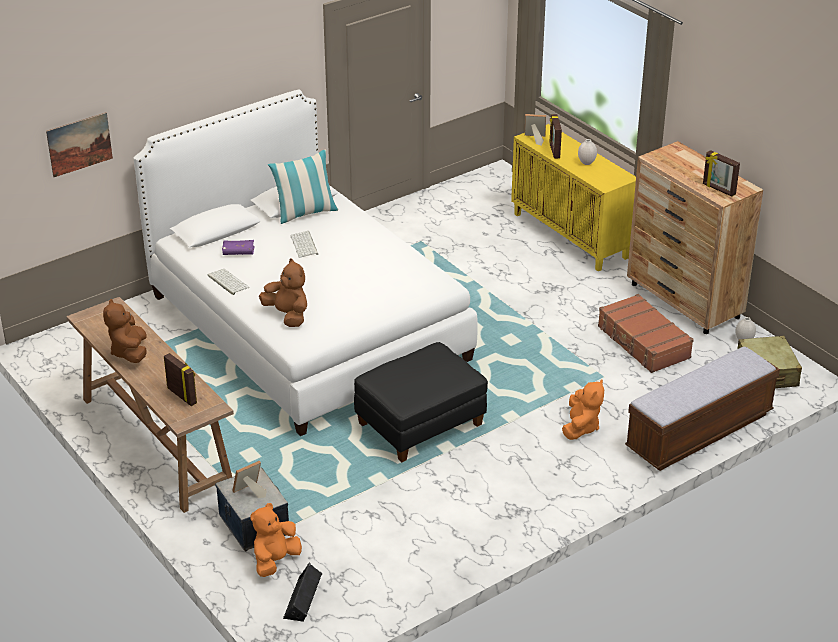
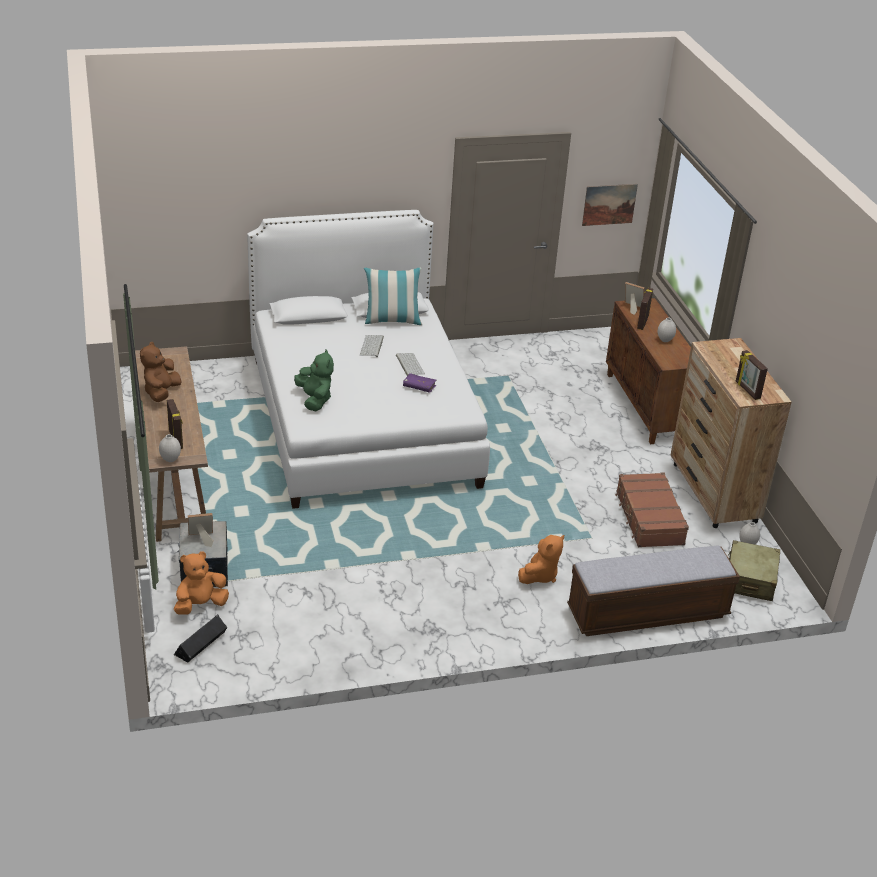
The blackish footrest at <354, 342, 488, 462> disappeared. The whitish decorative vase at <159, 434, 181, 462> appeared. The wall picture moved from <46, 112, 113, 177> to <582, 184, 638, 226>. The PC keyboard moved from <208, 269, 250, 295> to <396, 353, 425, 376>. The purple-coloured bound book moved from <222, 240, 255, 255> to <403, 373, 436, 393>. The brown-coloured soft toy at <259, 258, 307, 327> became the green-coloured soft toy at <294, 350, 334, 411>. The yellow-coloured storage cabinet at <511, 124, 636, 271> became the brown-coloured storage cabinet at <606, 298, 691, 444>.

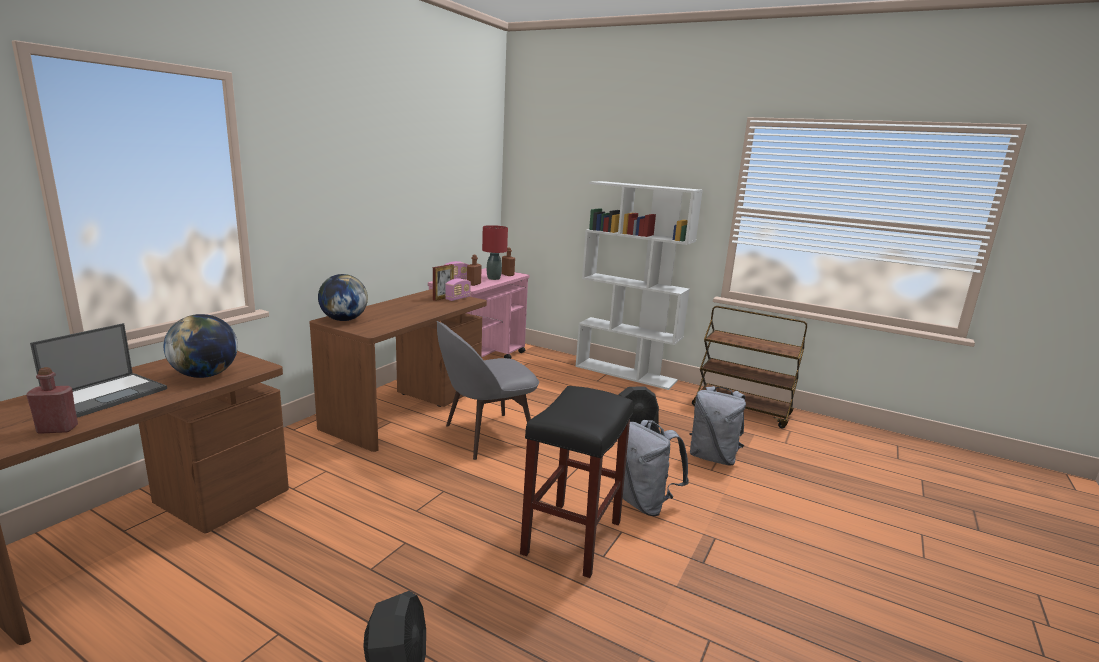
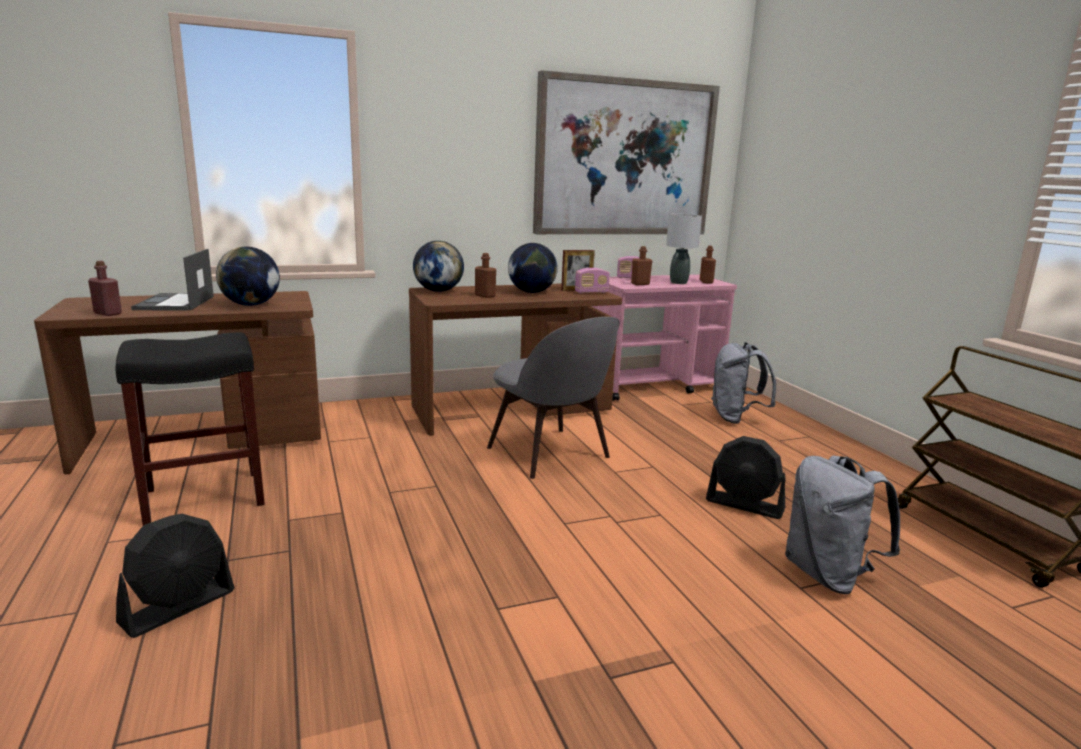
The whitish shelving unit at <575, 181, 703, 390> disappeared. The brown-coloured beverage bottle at <475, 253, 496, 298> appeared. The world globe at <508, 243, 558, 293> appeared. The wall picture at <533, 70, 720, 234> appeared. The blackish stool moved from <520, 386, 633, 578> to <116, 332, 265, 525>. The greyish knapsack moved from <623, 420, 689, 516> to <711, 342, 776, 424>. The red-coloured table lamp at <482, 225, 508, 280> became the greyish table lamp at <666, 214, 702, 284>. The notebook computer at <30, 323, 167, 417> turned 105 degrees clockwise. The greyish upright chair at <436, 321, 539, 460> turned 135 degrees counterclockwise.

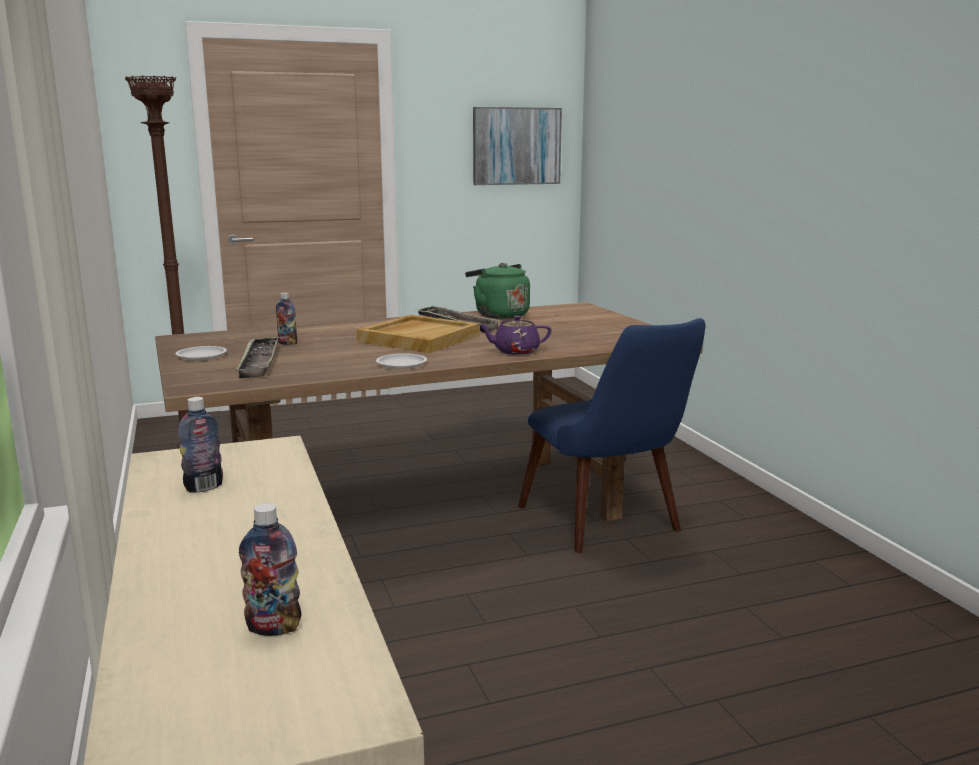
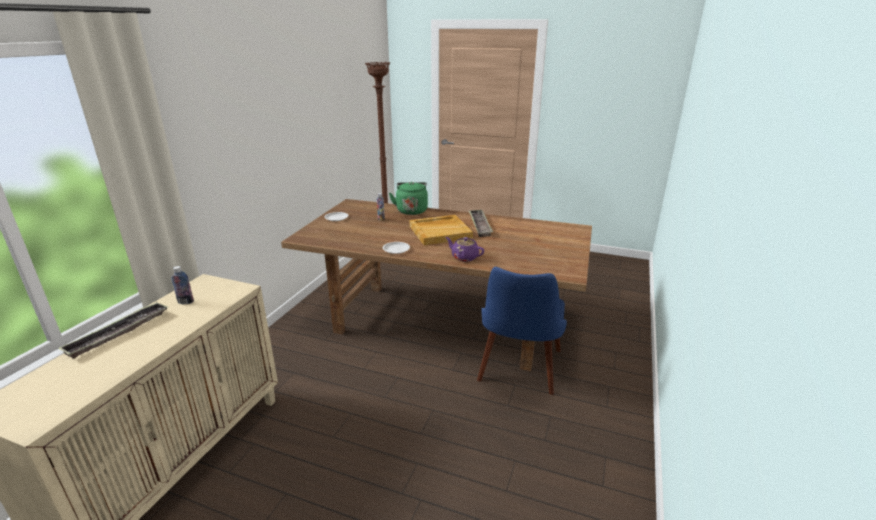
The beverage bottle at <239, 503, 301, 636> disappeared. The wall picture at <473, 107, 562, 185> disappeared. The serving tray moved from <236, 337, 279, 378> to <58, 302, 169, 359>. The green-coloured kettle moved from <465, 263, 530, 319> to <389, 182, 428, 215>.

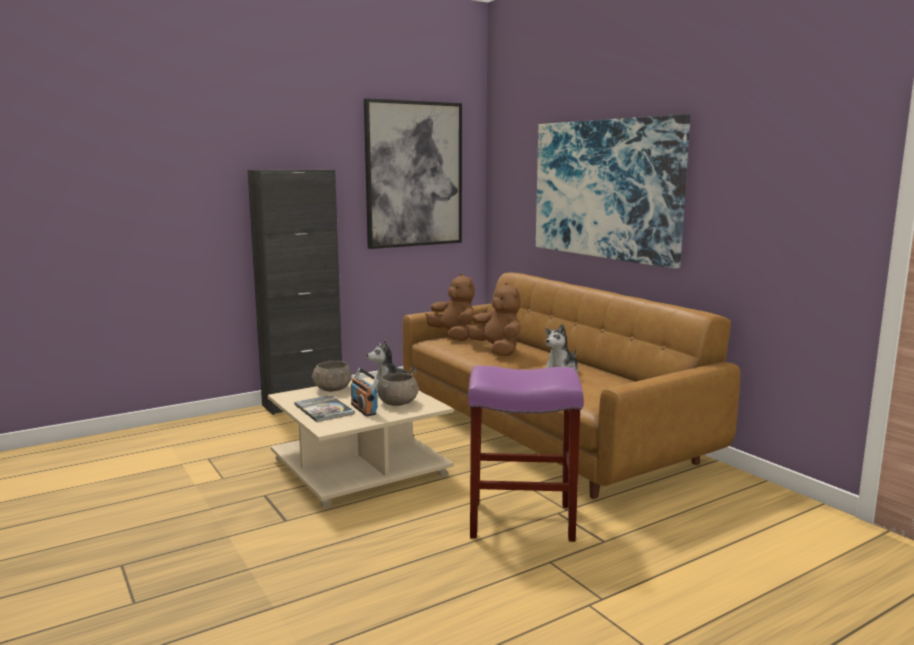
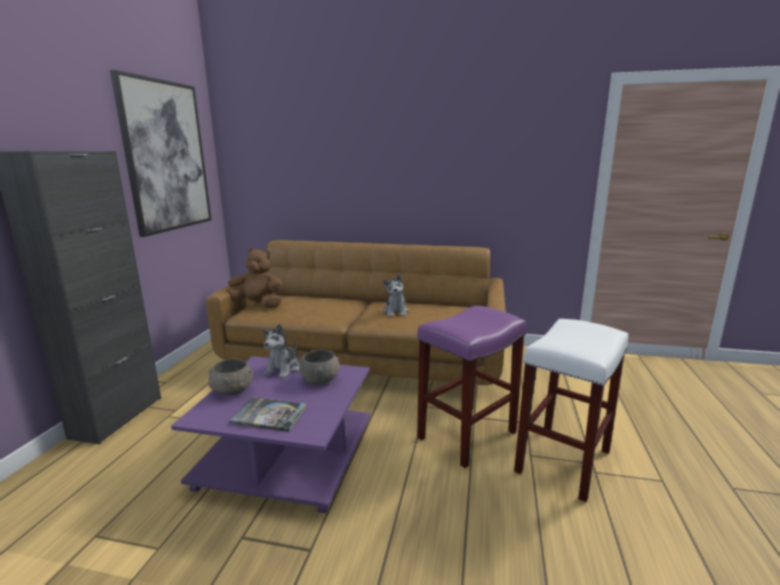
The radio set at <351, 368, 379, 416> disappeared. The brown-coloured soft toy at <466, 283, 521, 356> disappeared. The wall picture at <536, 114, 690, 269> disappeared. The whitish stool at <514, 319, 628, 502> appeared. The beige-coloured coffee table at <268, 376, 453, 509> became the purple-coloured coffee table at <171, 356, 371, 513>.

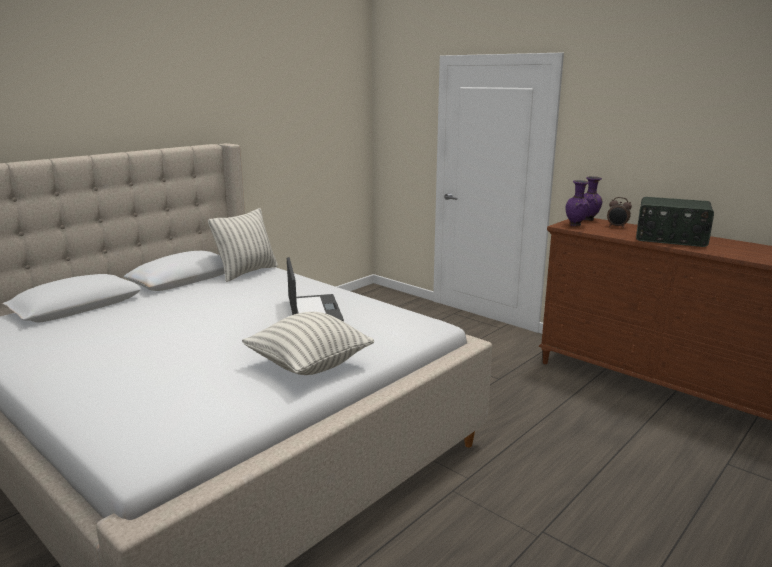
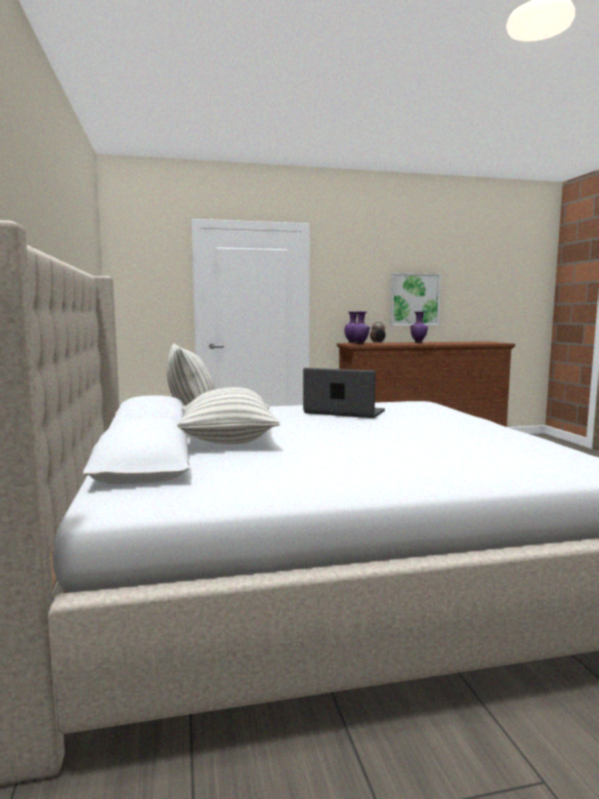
The wall picture at <390, 273, 441, 326> appeared. The throw pillow moved from <242, 312, 374, 375> to <178, 387, 280, 444>. The radio set at <636, 197, 714, 247> was replaced by the purple-coloured decorative vase at <410, 311, 428, 344>.

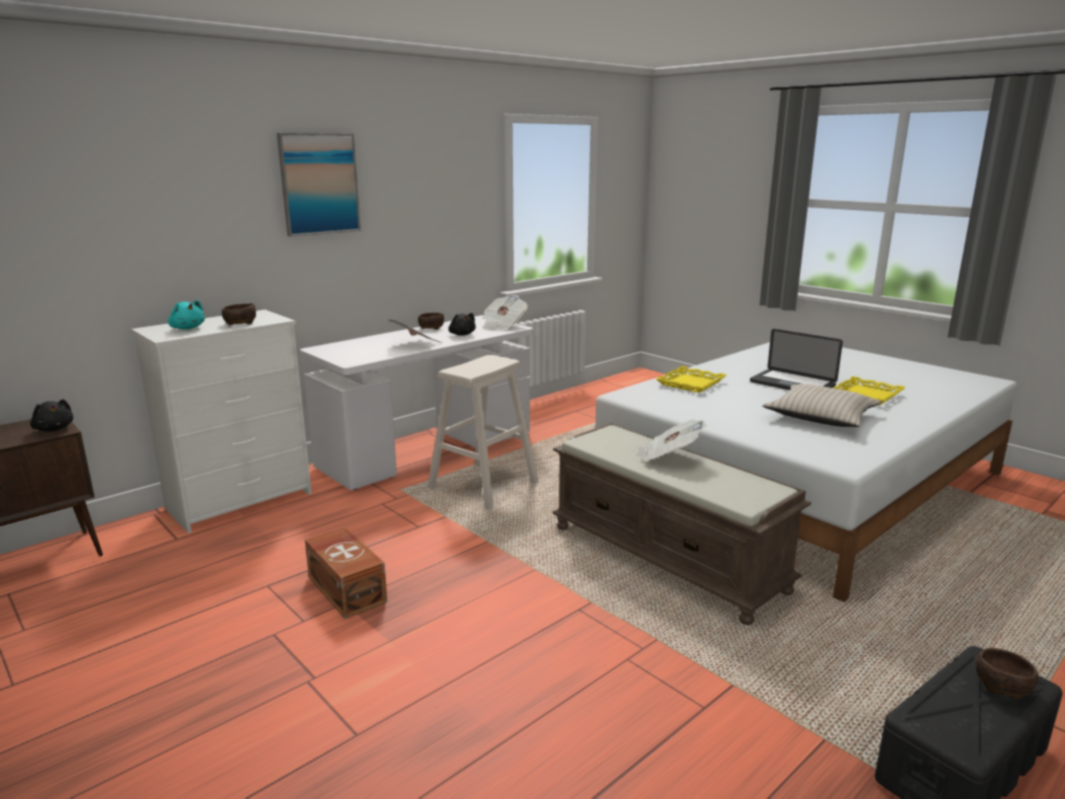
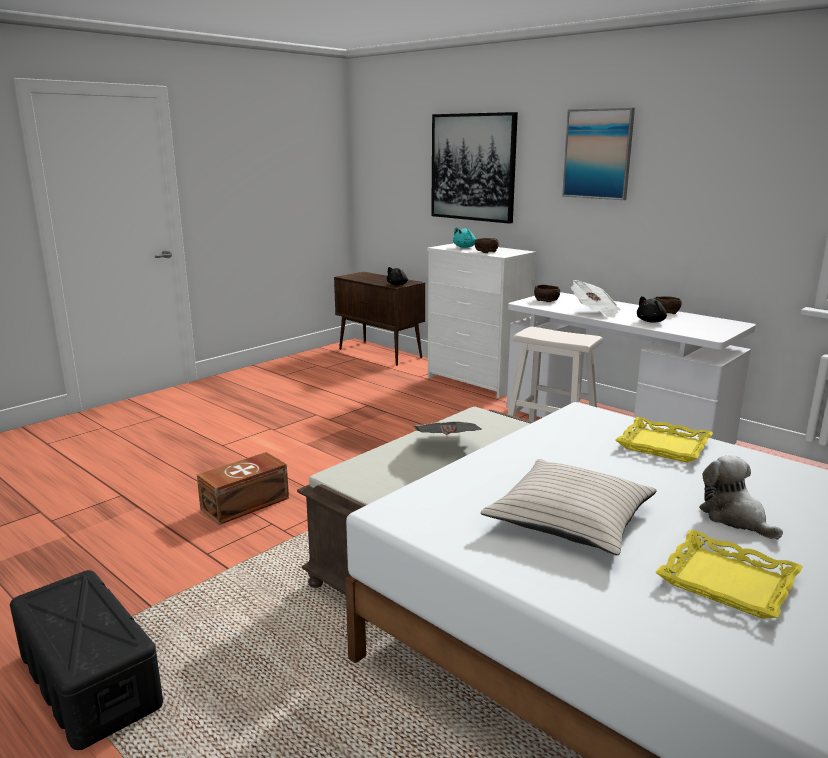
The newspaper at <482, 295, 528, 331> disappeared. The wall picture at <431, 112, 518, 224> appeared. The brown-coloured storage box moved from <305, 527, 387, 619> to <197, 452, 289, 525>. The brown-coloured serving bowl moved from <976, 648, 1038, 700> to <534, 284, 560, 302>. The notebook computer at <750, 329, 843, 390> was replaced by the soft toy at <699, 455, 783, 540>.

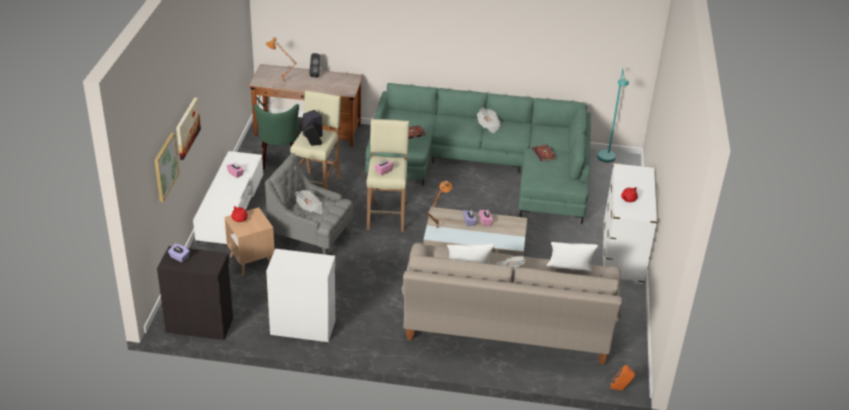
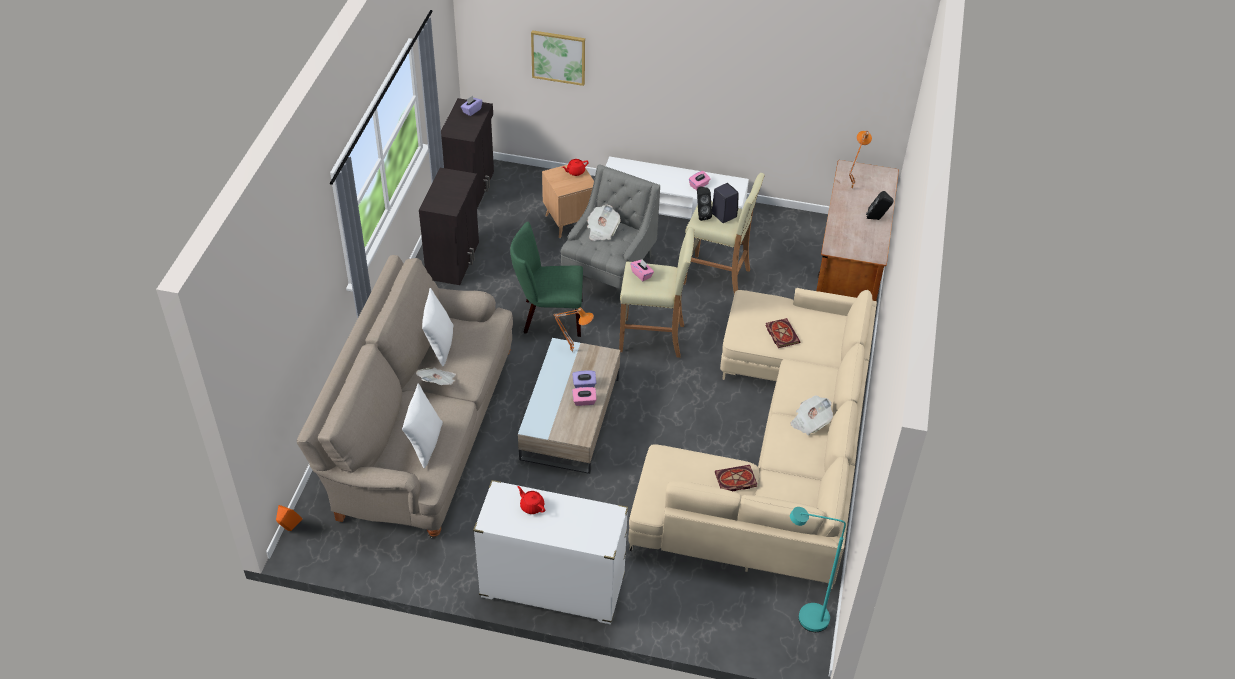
The wall picture at <176, 97, 201, 160> disappeared. The green-coloured upright chair moved from <254, 104, 299, 170> to <510, 222, 583, 337>. The whitish storage cabinet at <266, 249, 335, 342> became the blackish storage cabinet at <419, 168, 479, 285>. The green-coloured sofa at <365, 83, 591, 224> became the beige-coloured sofa at <628, 288, 877, 589>.

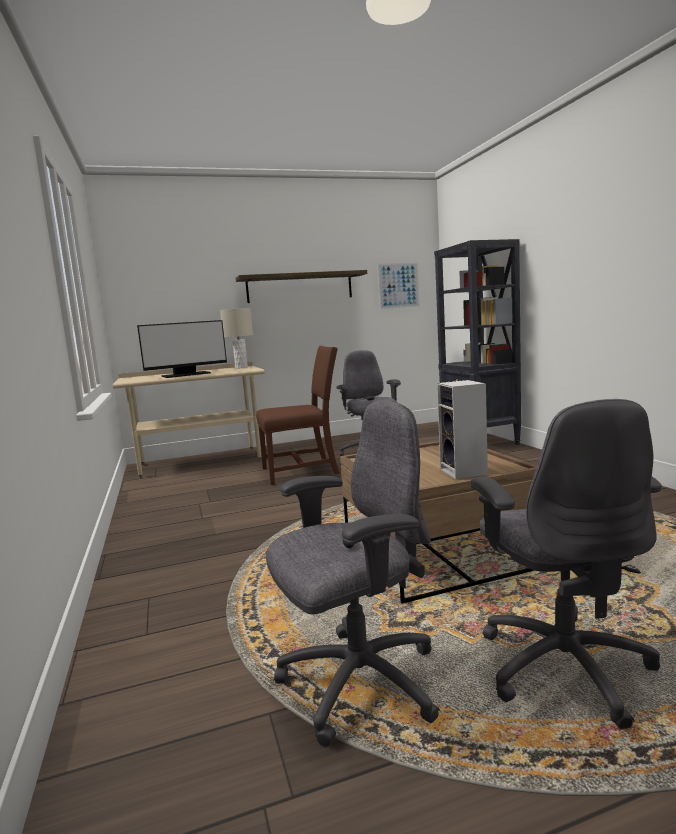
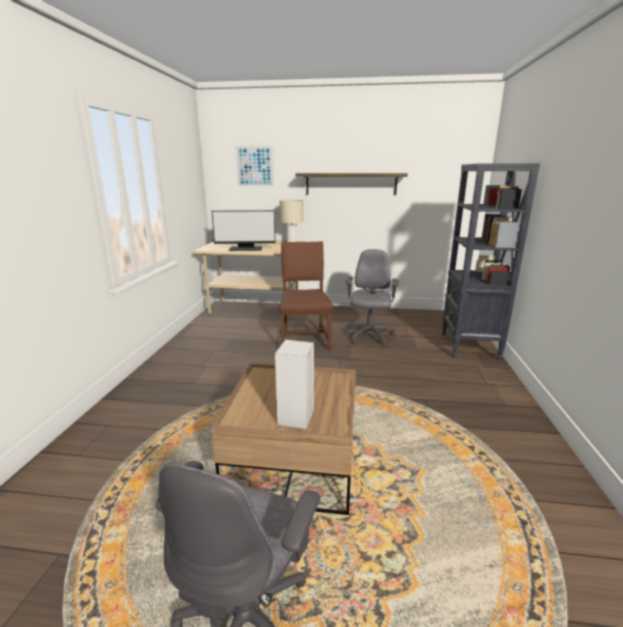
The greyish computer chair at <266, 400, 440, 747> disappeared. The wall picture moved from <378, 262, 420, 309> to <235, 146, 274, 187>. The brown-coloured upright chair at <256, 346, 339, 485> turned 105 degrees counterclockwise.

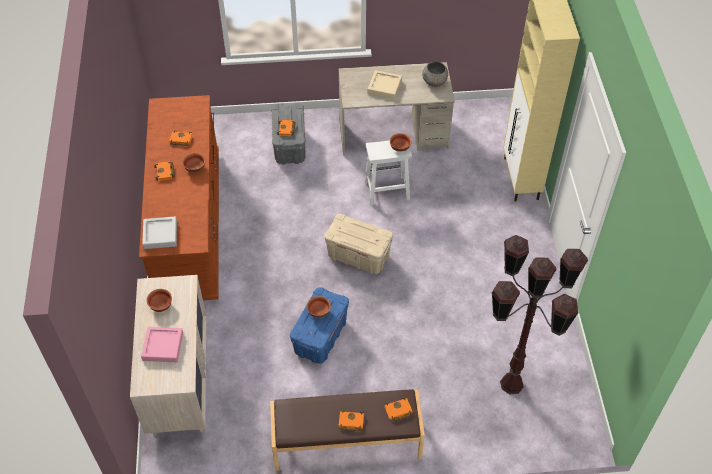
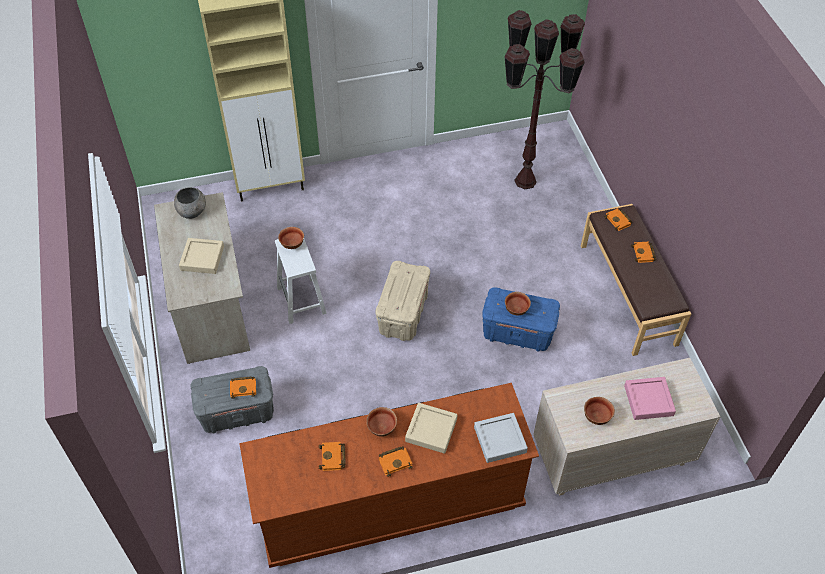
The beige-coloured serving tray at <405, 403, 458, 454> appeared.

